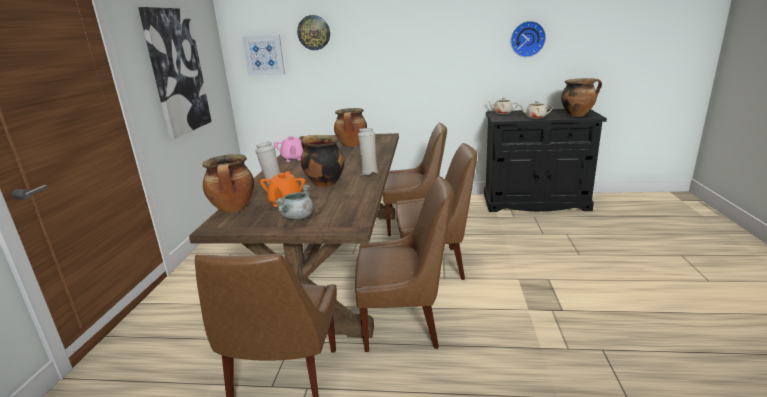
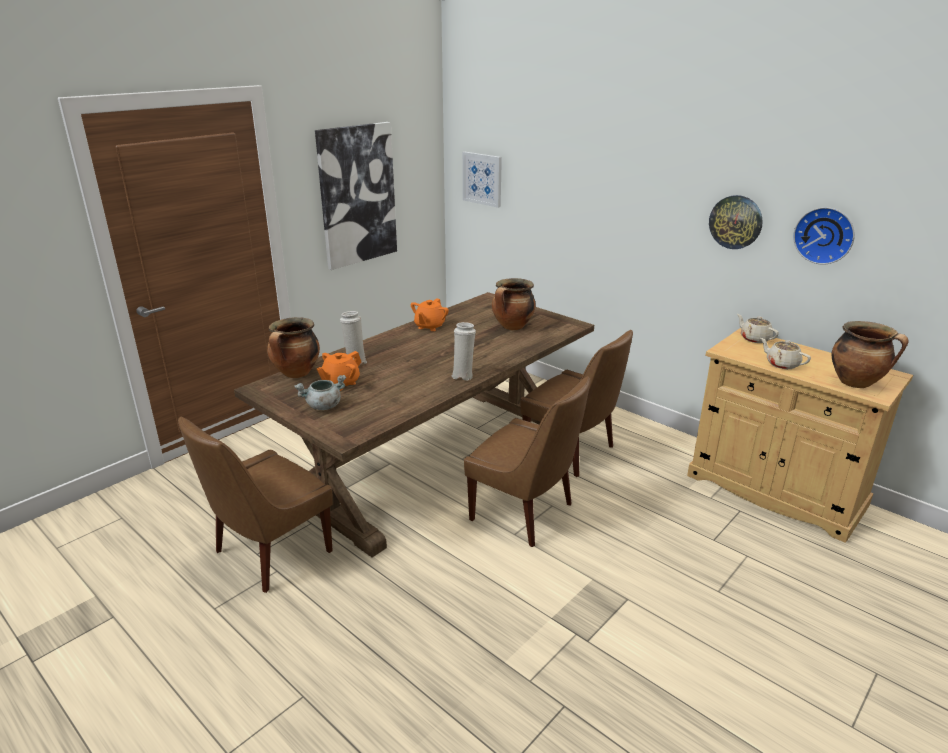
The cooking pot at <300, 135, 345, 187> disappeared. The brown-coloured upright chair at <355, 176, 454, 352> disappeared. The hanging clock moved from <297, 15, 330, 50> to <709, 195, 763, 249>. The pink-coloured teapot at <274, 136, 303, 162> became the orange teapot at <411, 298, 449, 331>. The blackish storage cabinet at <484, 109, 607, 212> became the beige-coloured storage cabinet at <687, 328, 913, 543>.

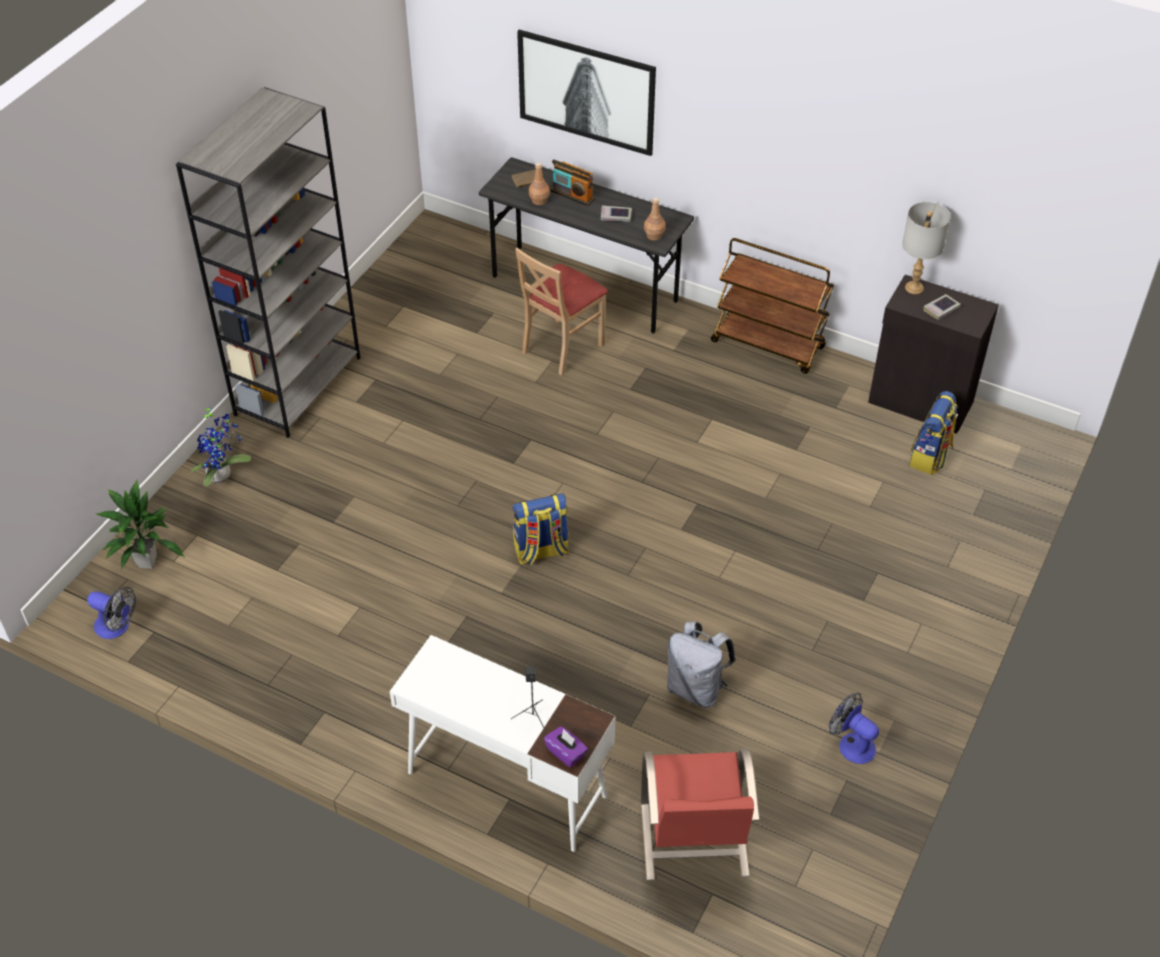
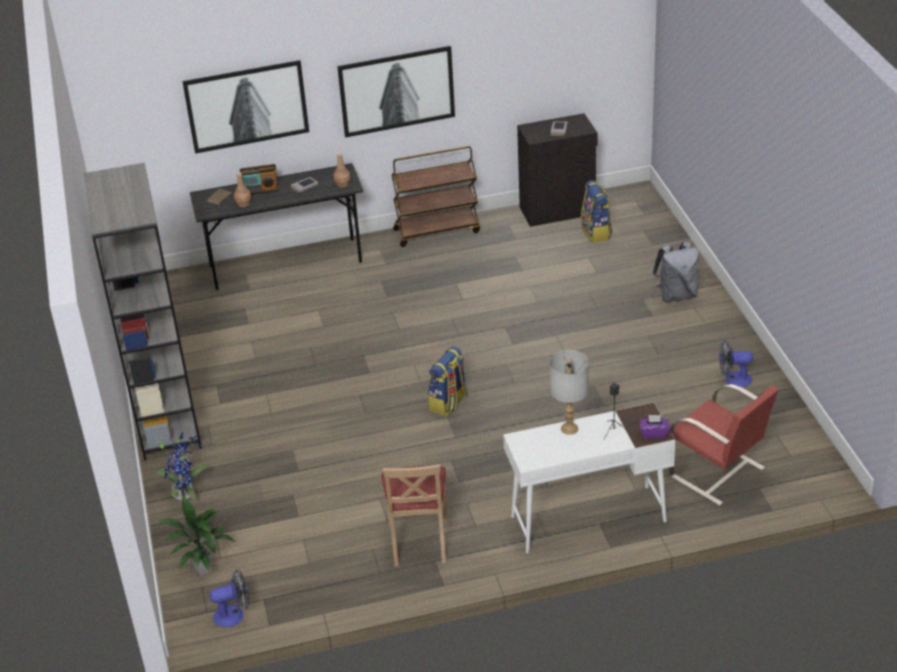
The wall picture at <337, 46, 455, 138> appeared. The beige-coloured upright chair moved from <515, 247, 608, 376> to <382, 464, 448, 567>. The greyish knapsack moved from <667, 621, 736, 708> to <652, 241, 699, 302>. The greyish table lamp moved from <902, 202, 951, 294> to <550, 350, 589, 435>.

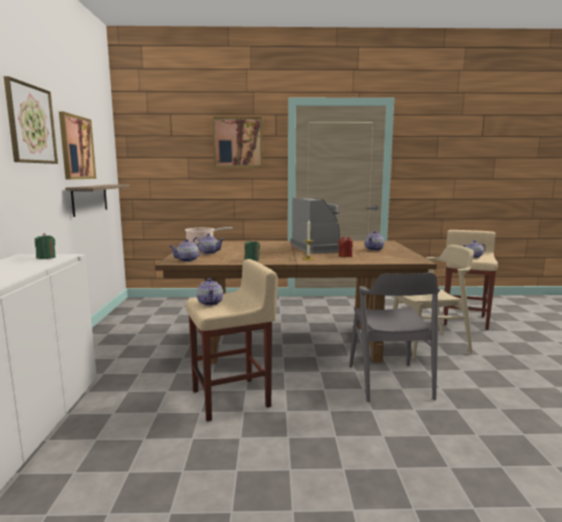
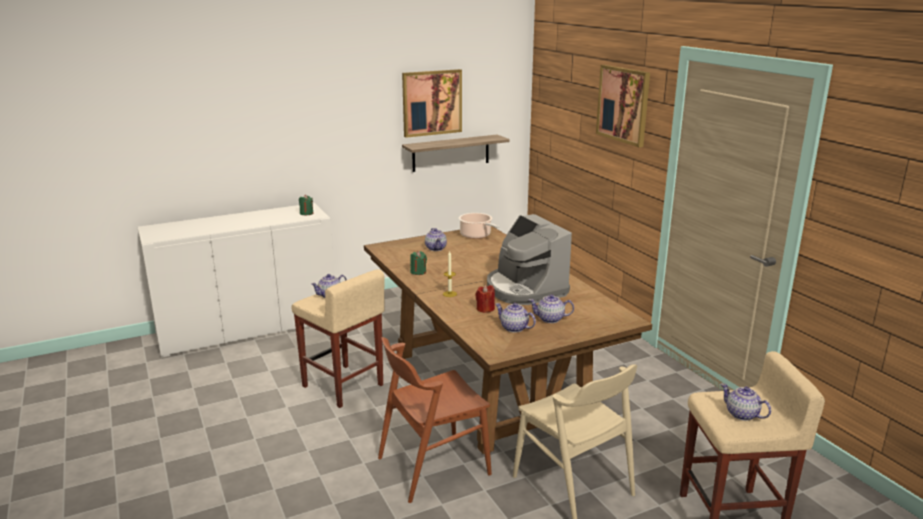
The wall picture at <4, 76, 58, 164> disappeared. The teapot moved from <170, 239, 205, 262> to <495, 303, 536, 333>. The greyish upright chair at <349, 273, 441, 402> became the brown-coloured upright chair at <378, 337, 492, 503>. The coffee maker at <290, 198, 341, 254> turned 105 degrees clockwise.

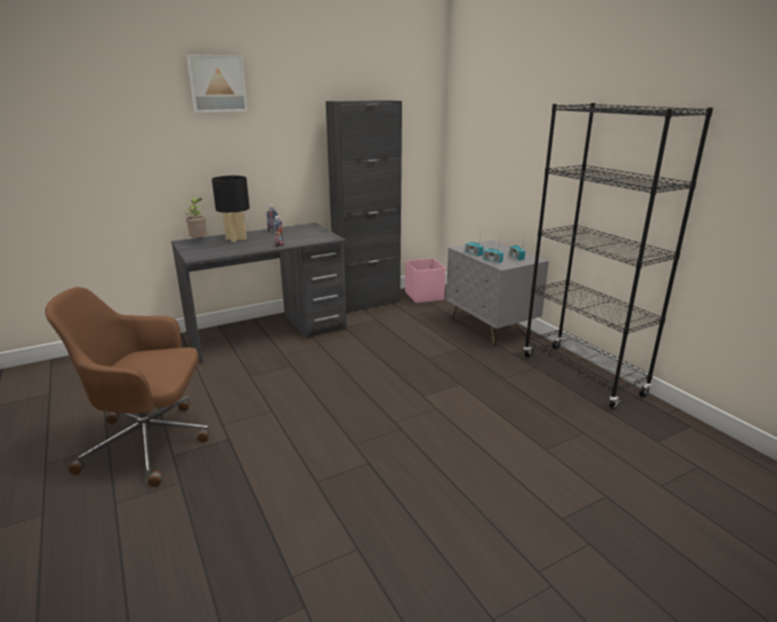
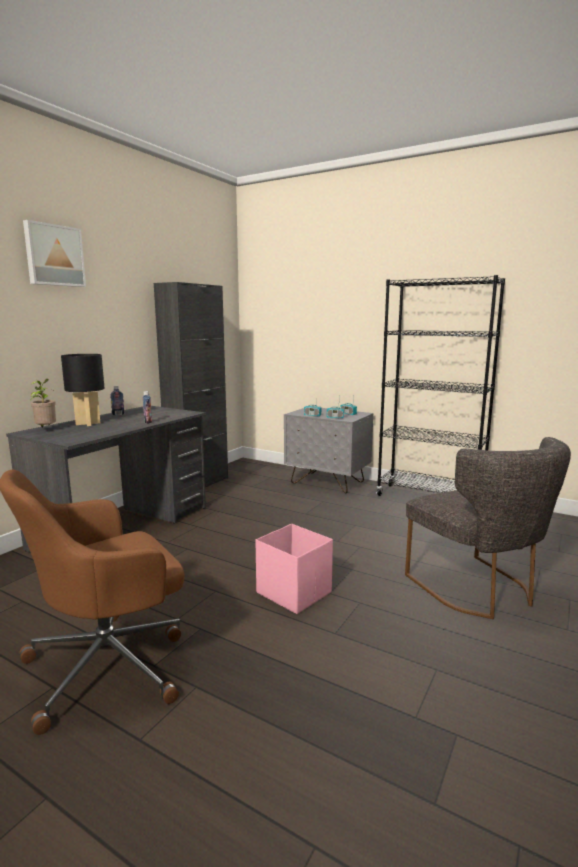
The greyish upright chair at <405, 437, 571, 619> appeared. The pink-coloured storage box moved from <405, 258, 446, 303> to <256, 524, 333, 614>.

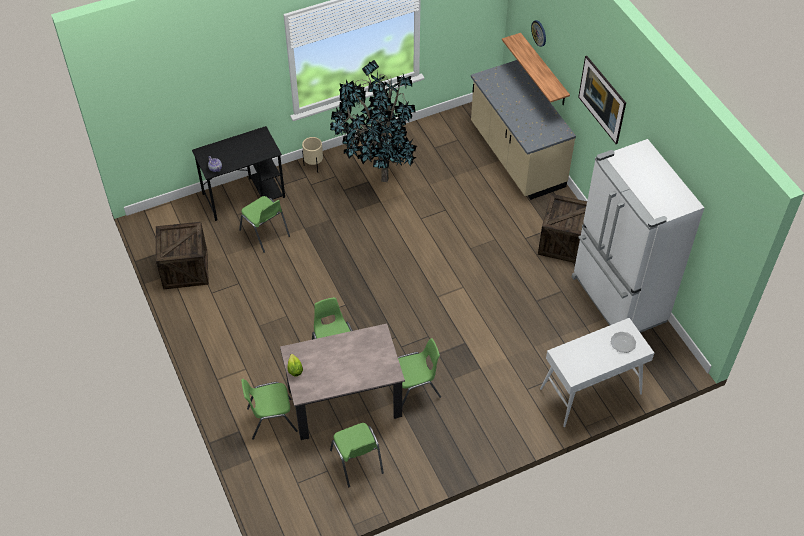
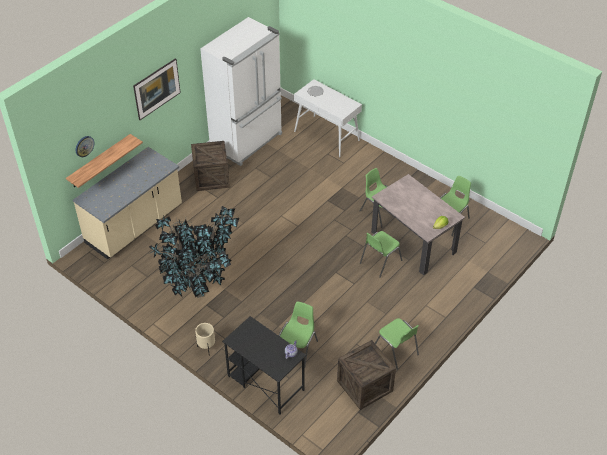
The green-coloured upright chair moved from <241, 379, 298, 440> to <375, 318, 419, 370>.

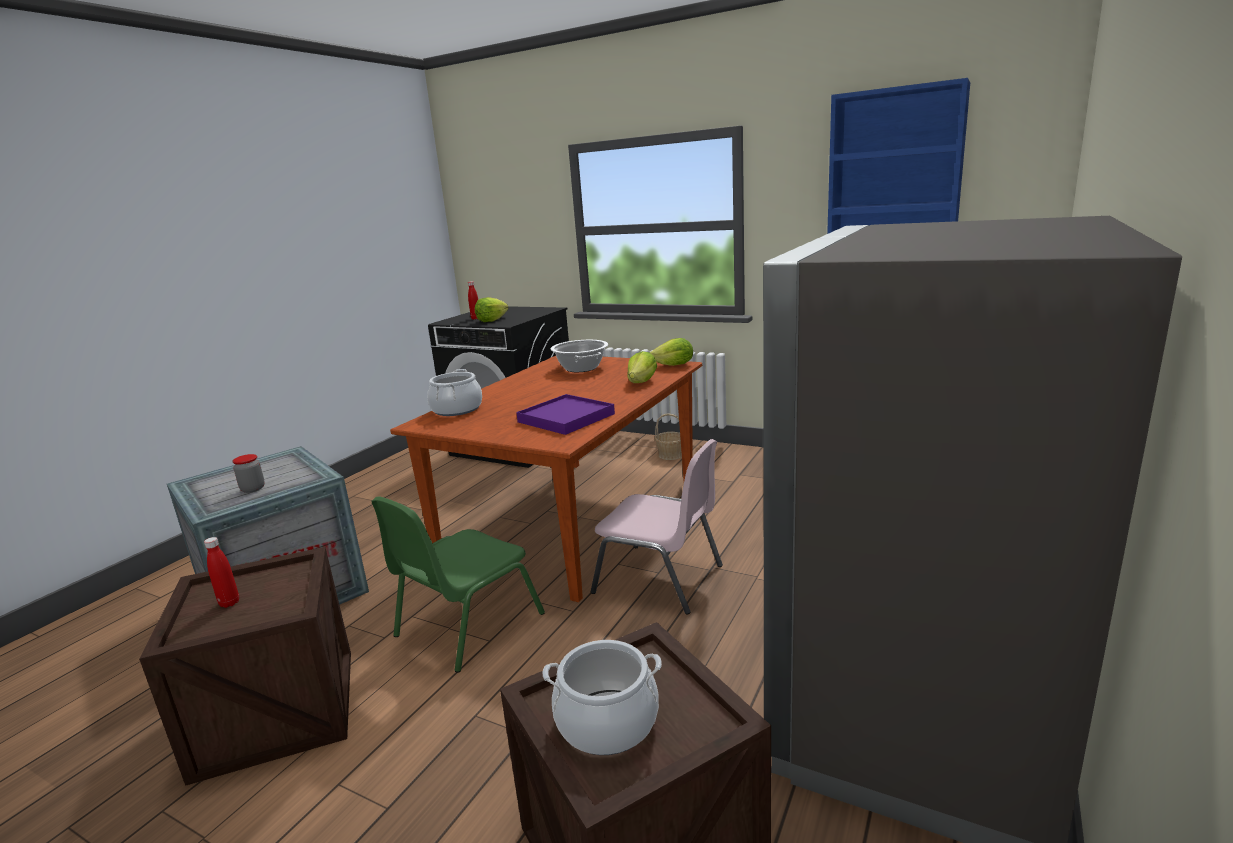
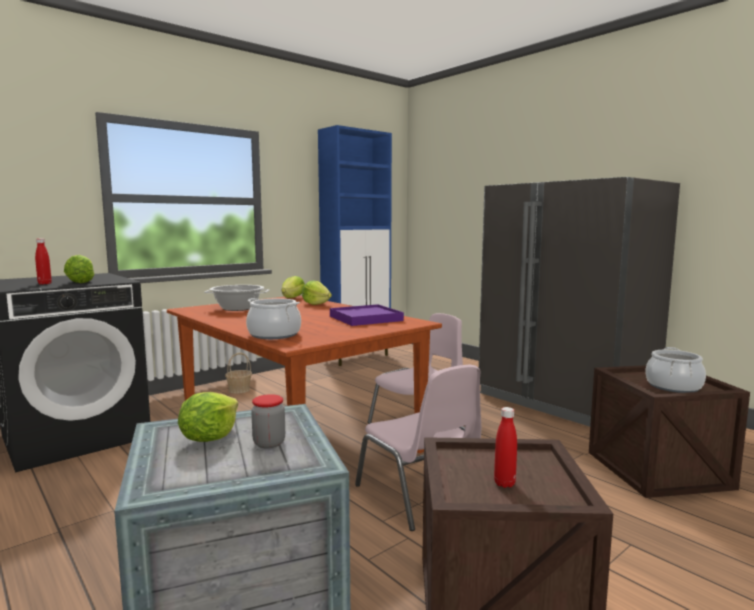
The lettuce head at <178, 392, 238, 442> appeared. The green-coloured upright chair at <371, 497, 545, 673> became the pink-coloured upright chair at <355, 365, 481, 531>.

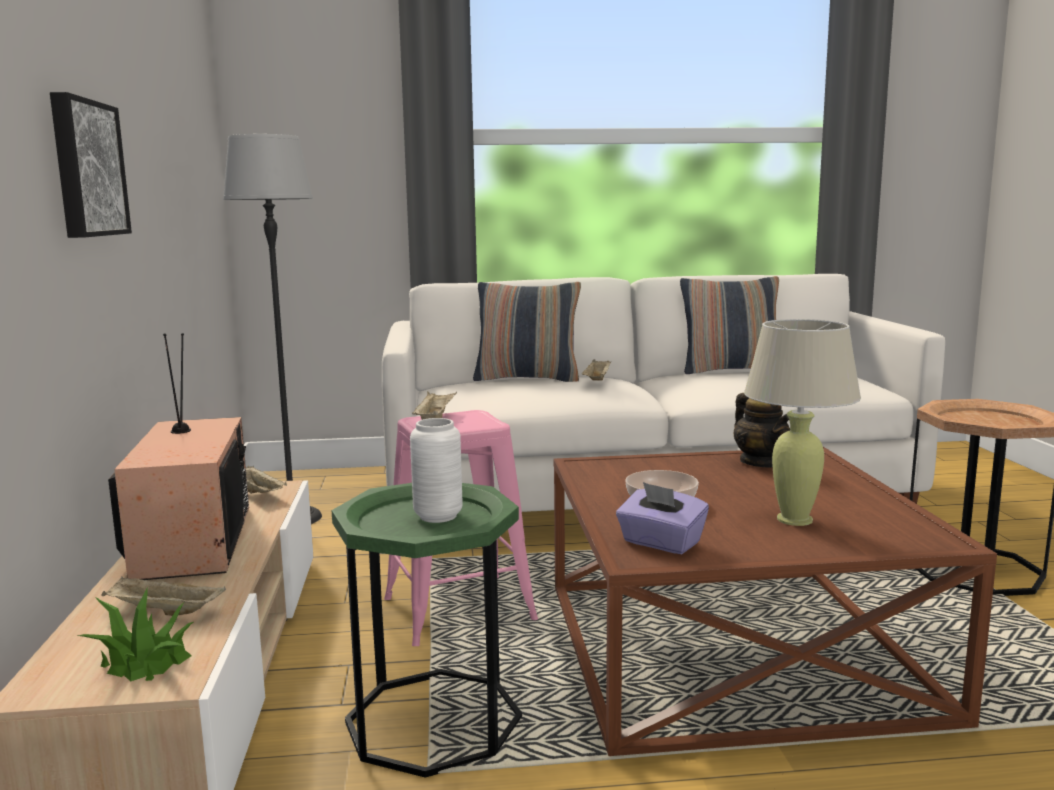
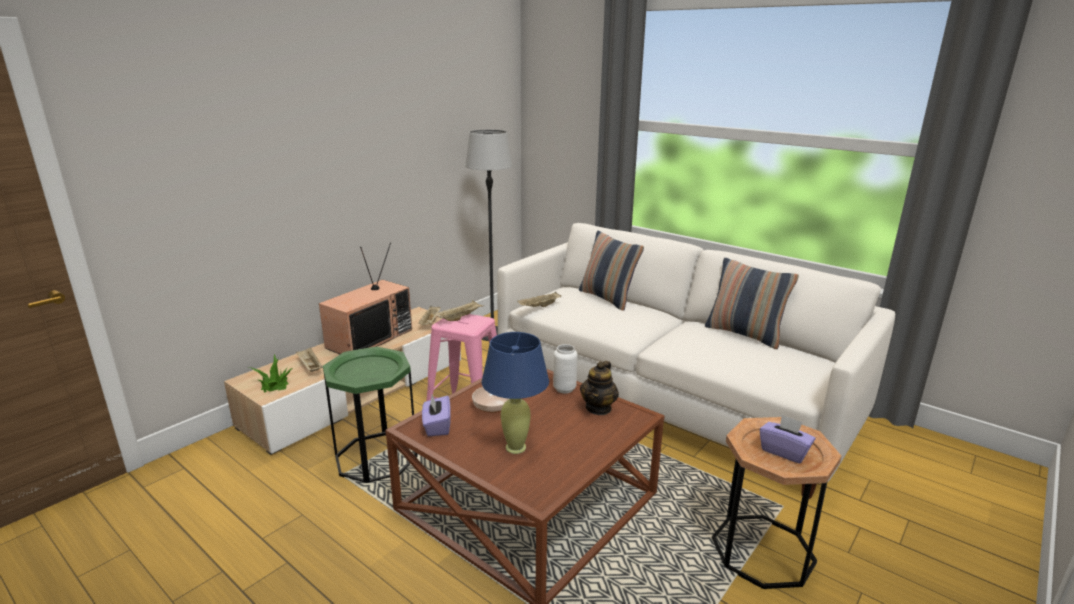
The wall picture at <50, 92, 132, 238> disappeared. The purple-coloured tissue holder at <760, 415, 815, 463> appeared. The whitish decorative vase moved from <410, 418, 463, 523> to <553, 344, 578, 394>. The beige-coloured serving tray moved from <582, 359, 611, 381> to <517, 292, 561, 307>. The beige-coloured table lamp at <744, 319, 861, 526> became the bluish table lamp at <481, 332, 549, 454>.

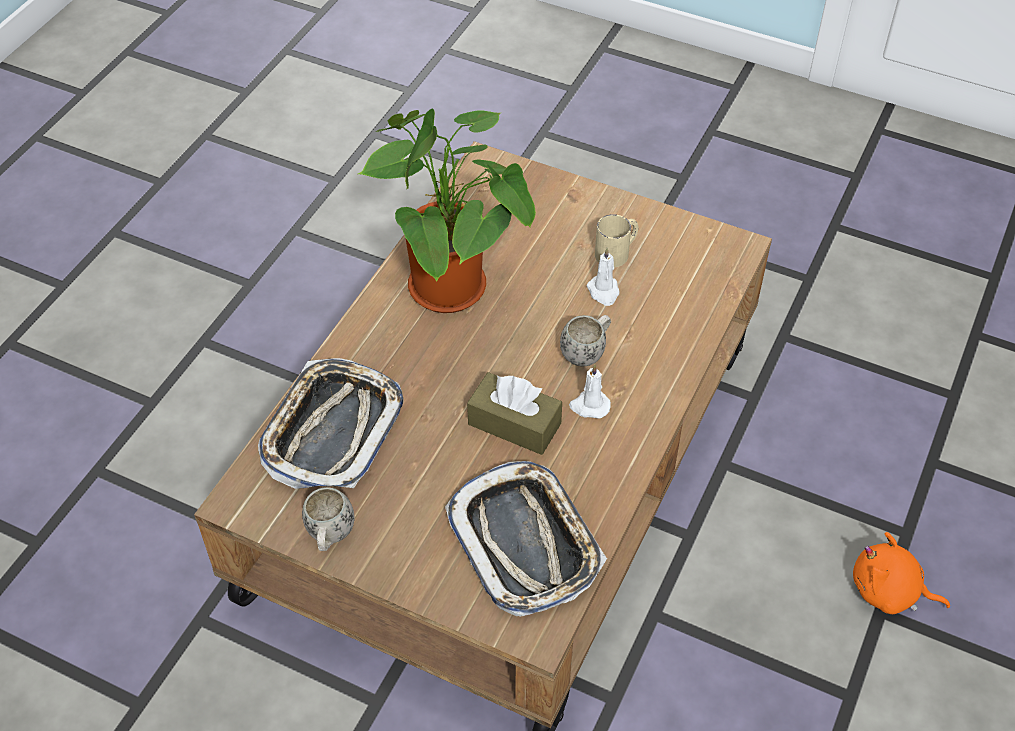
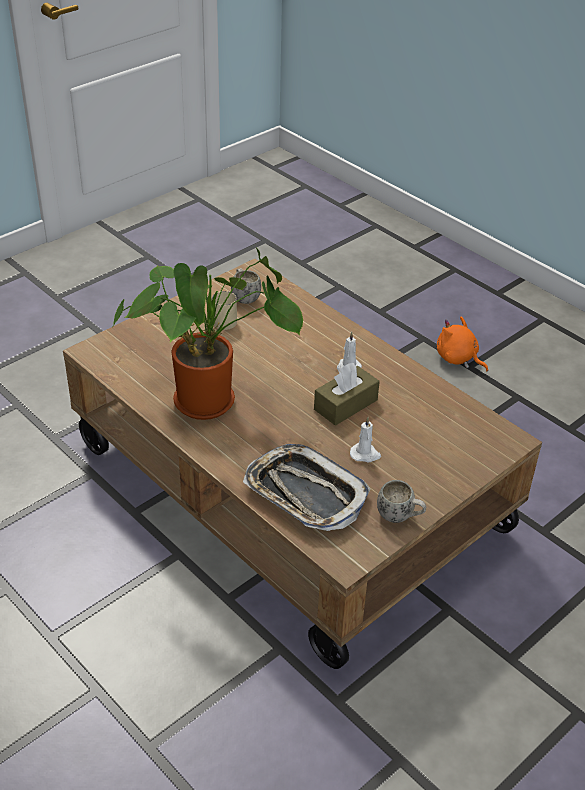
The serving tray at <445, 461, 607, 617> disappeared. The whitish coffee mug moved from <560, 315, 611, 366> to <231, 268, 261, 304>. The whitish candle moved from <587, 248, 619, 306> to <350, 417, 381, 462>. The orange soft toy at <853, 532, 950, 614> turned 90 degrees clockwise.

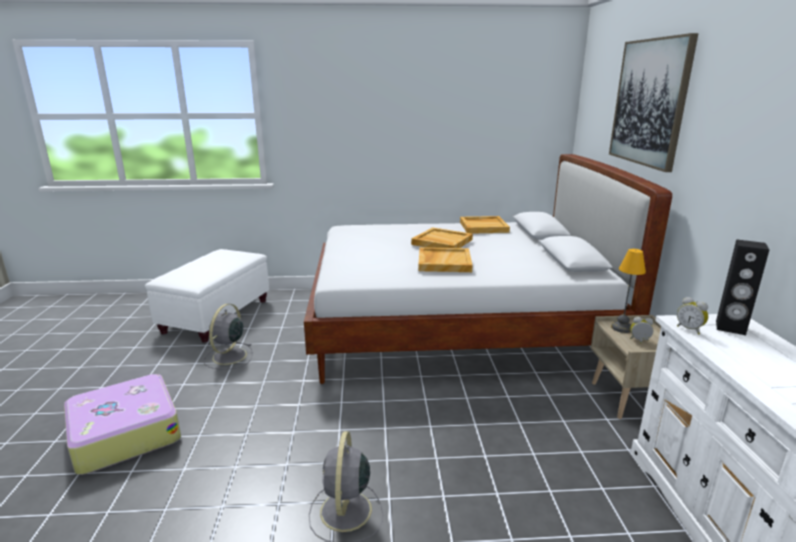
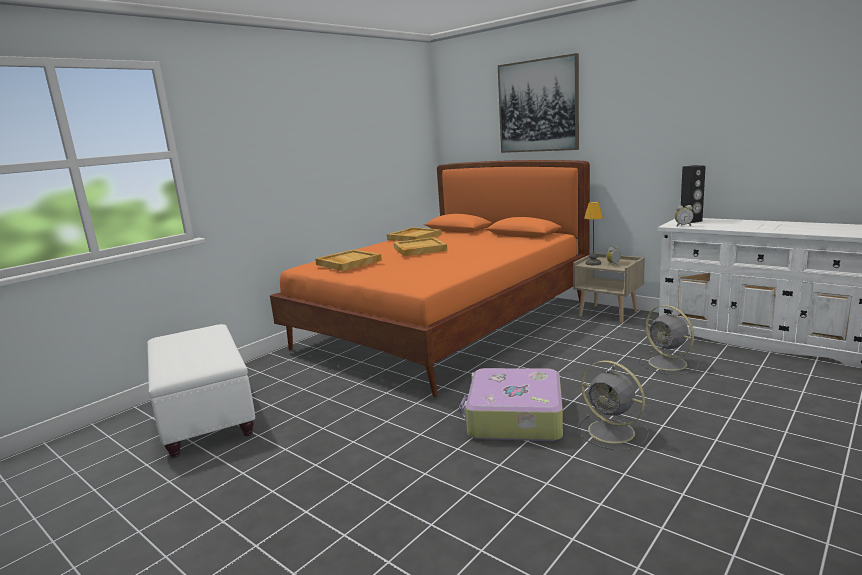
The suitcase moved from <64, 374, 181, 475> to <459, 368, 563, 441>. The greyish electric fan moved from <204, 304, 252, 370> to <639, 305, 699, 375>. The beige-coloured serving tray moved from <418, 247, 473, 272> to <315, 249, 382, 271>. The whitish sleeping bed at <304, 154, 672, 384> became the orange sleeping bed at <270, 160, 590, 397>.

